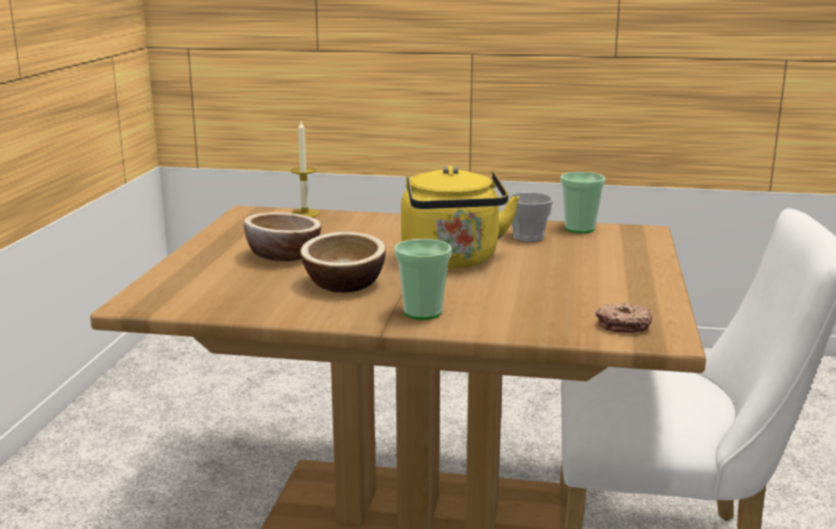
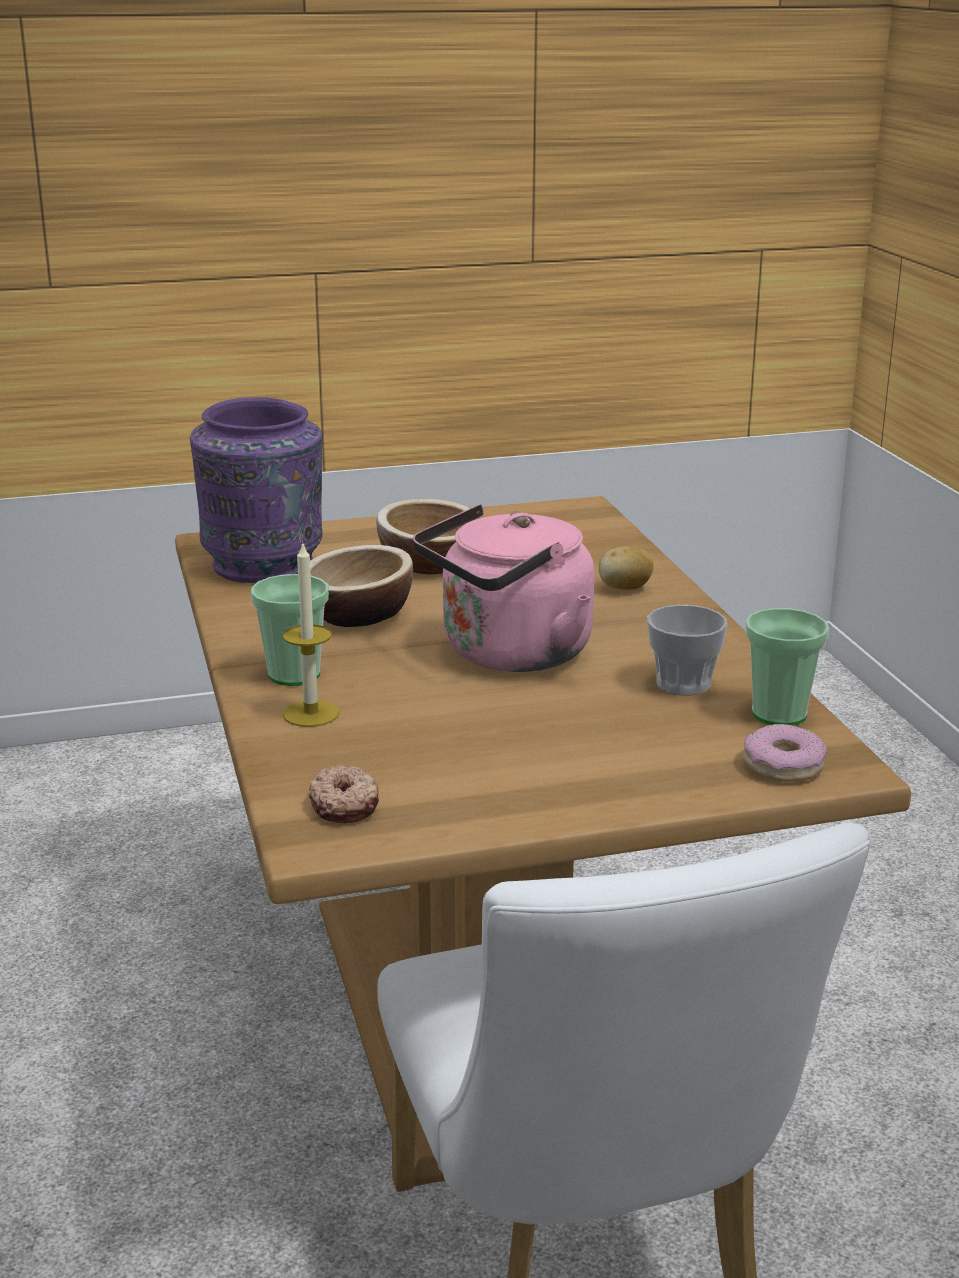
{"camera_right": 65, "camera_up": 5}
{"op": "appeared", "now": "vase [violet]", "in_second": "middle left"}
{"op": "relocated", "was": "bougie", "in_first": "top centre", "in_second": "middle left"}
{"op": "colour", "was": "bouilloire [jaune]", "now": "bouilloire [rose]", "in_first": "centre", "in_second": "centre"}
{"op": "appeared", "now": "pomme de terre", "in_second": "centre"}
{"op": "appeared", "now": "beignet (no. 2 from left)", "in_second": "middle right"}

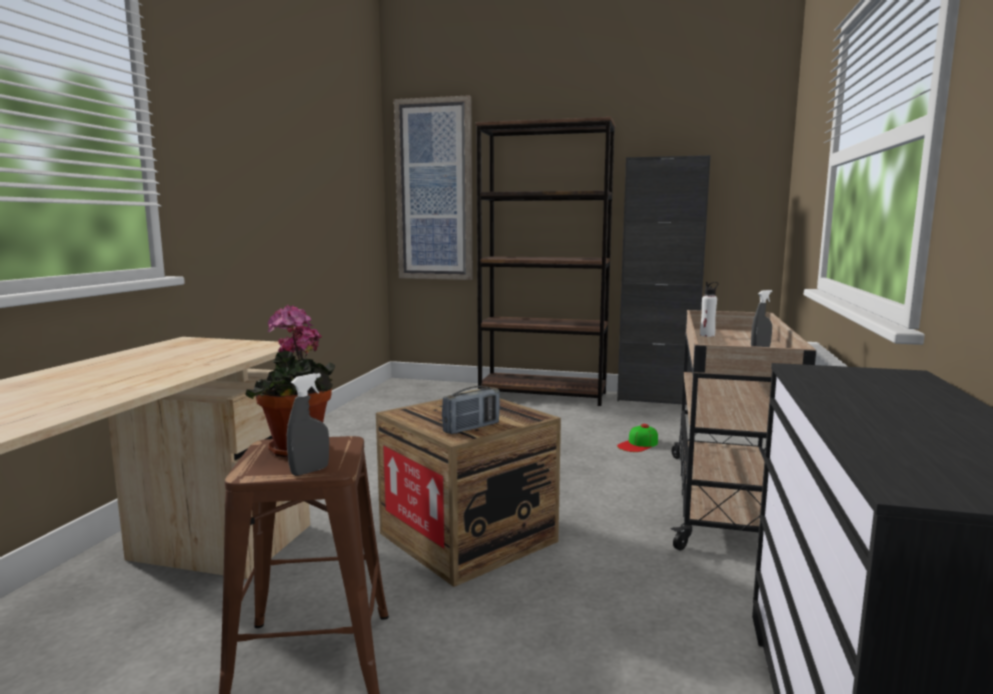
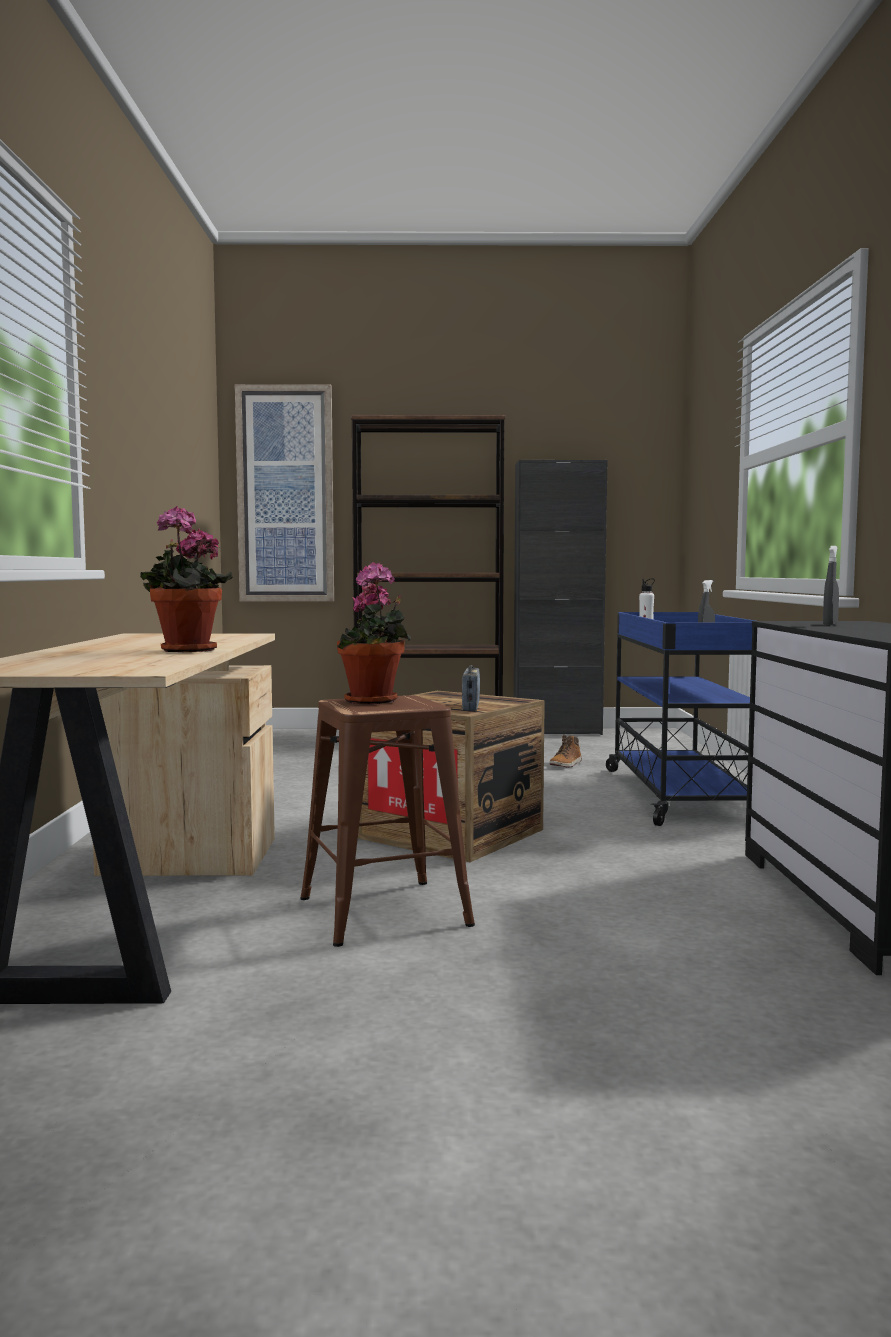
{"camera_right": -15, "camera_up": -5}
{"op": "appeared", "now": "plante en pot (no. 1 from left)", "in_second": "middle left"}
{"op": "spun", "was": "radio", "in_first": "centre", "in_second": "centre", "clockwise": 150}
{"op": "exchanged", "was": "casquette", "now": "botte", "in_first": "centre", "in_second": "centre"}
{"op": "colour", "was": "chariot [beige]", "now": "chariot [bleu]", "in_first": "middle right", "in_second": "middle right"}
{"op": "relocated", "was": "vaporisateur [gris] (no. 1 from left in the first image)", "now": "vaporisateur [gris] (no. 2 from left)", "in_first": "middle left", "in_second": "middle right"}

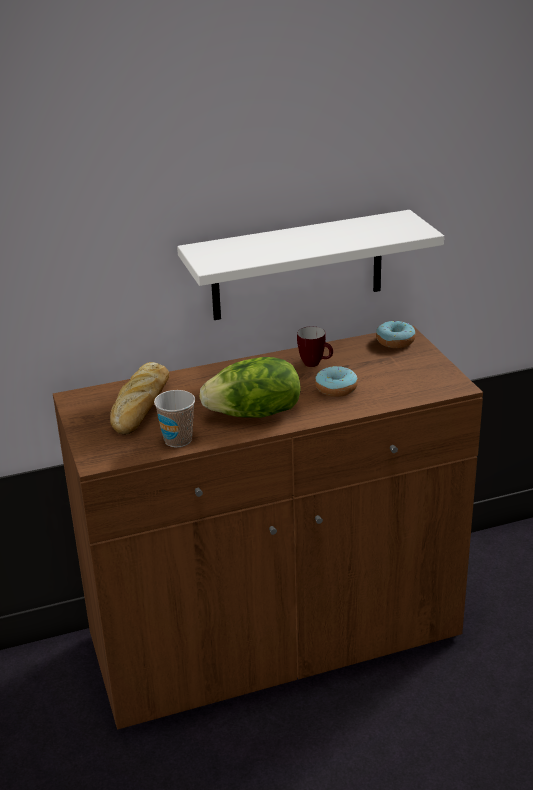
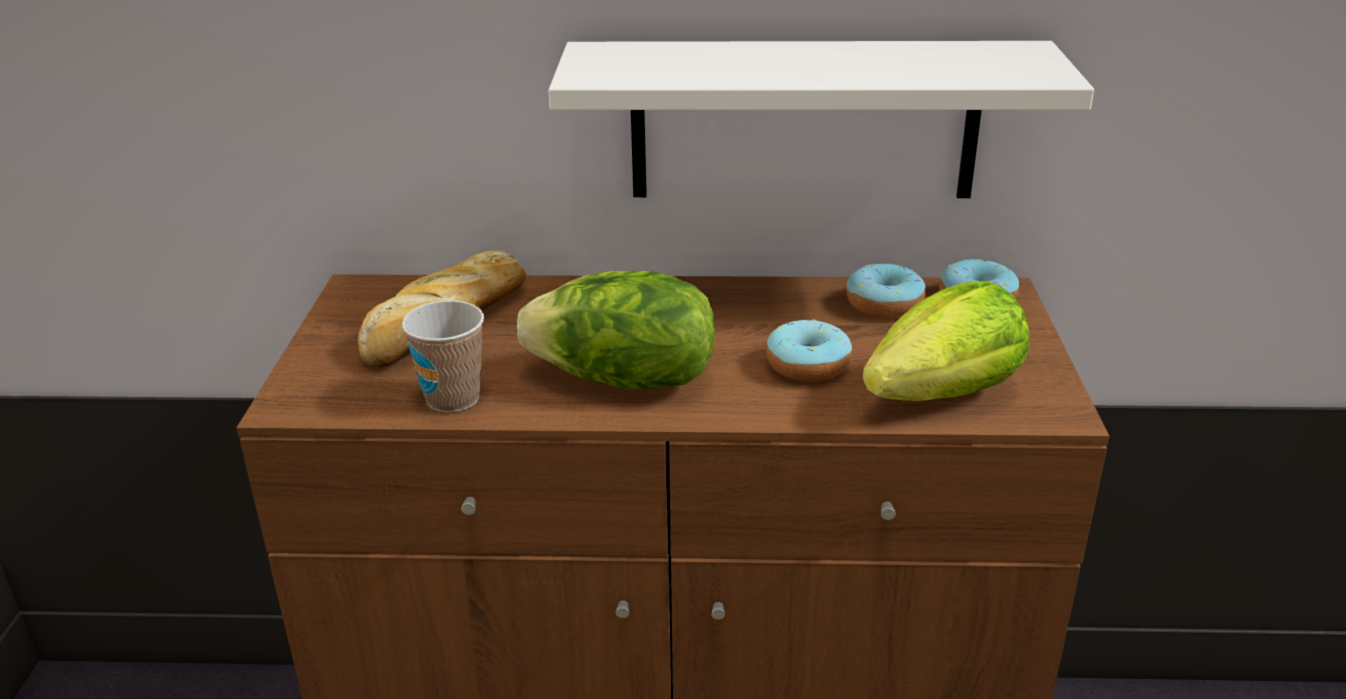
{"camera_right": 20, "camera_up": 0}
{"op": "appeared", "now": "beignet (no. 2 from left)", "in_second": "centre"}
{"op": "appeared", "now": "laitue (no. 2 from left)", "in_second": "middle right"}
{"op": "missing", "was": "mug", "in_first": "centre"}

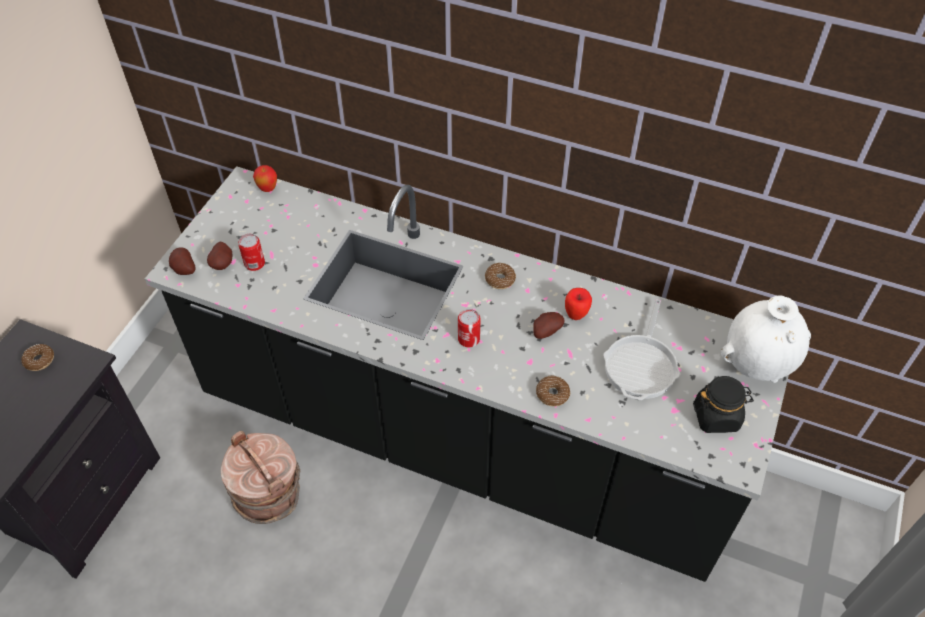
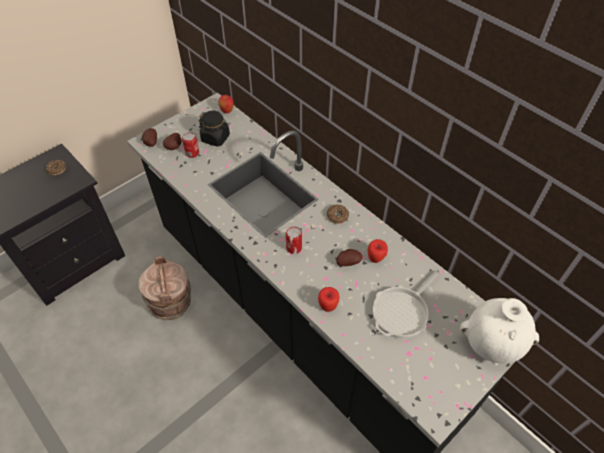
{"camera_right": 25, "camera_up": 0}
{"op": "relocated", "was": "bocal [noir]", "in_first": "middle right", "in_second": "top centre"}
{"op": "exchanged", "was": "beignet (no. 3 from left)", "now": "pomme (no. 2 from left)", "in_first": "centre", "in_second": "centre"}

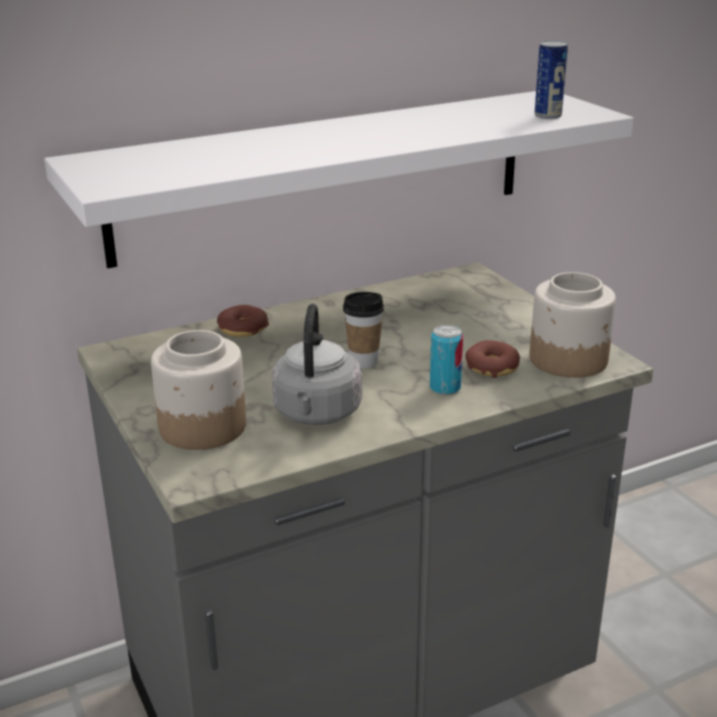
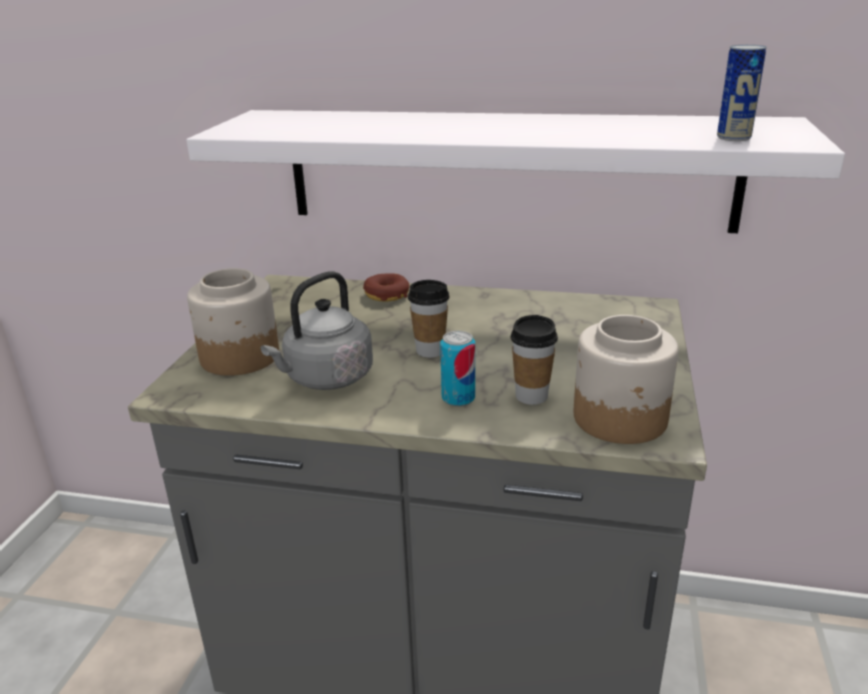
{"camera_right": 40, "camera_up": 0}
{"op": "exchanged", "was": "beignet (no. 2 from left)", "now": "tasse (no. 2 from left)", "in_first": "middle right", "in_second": "centre"}

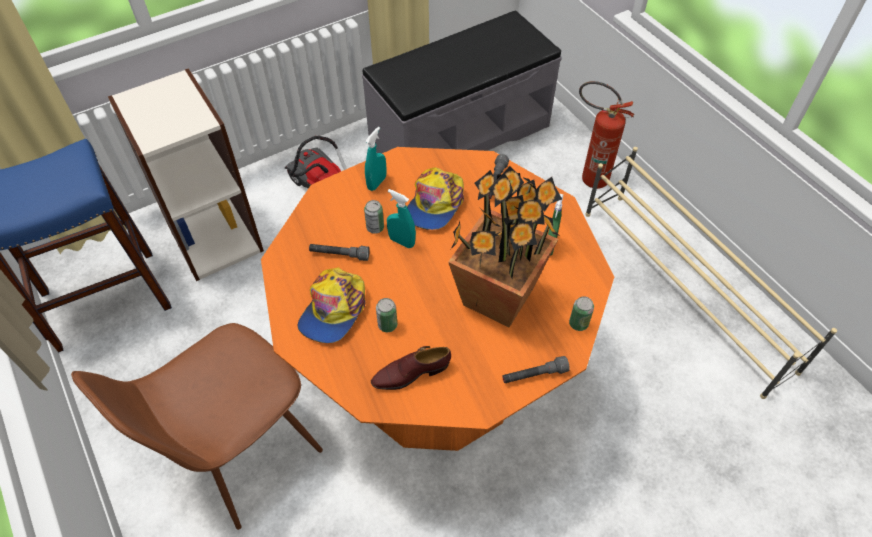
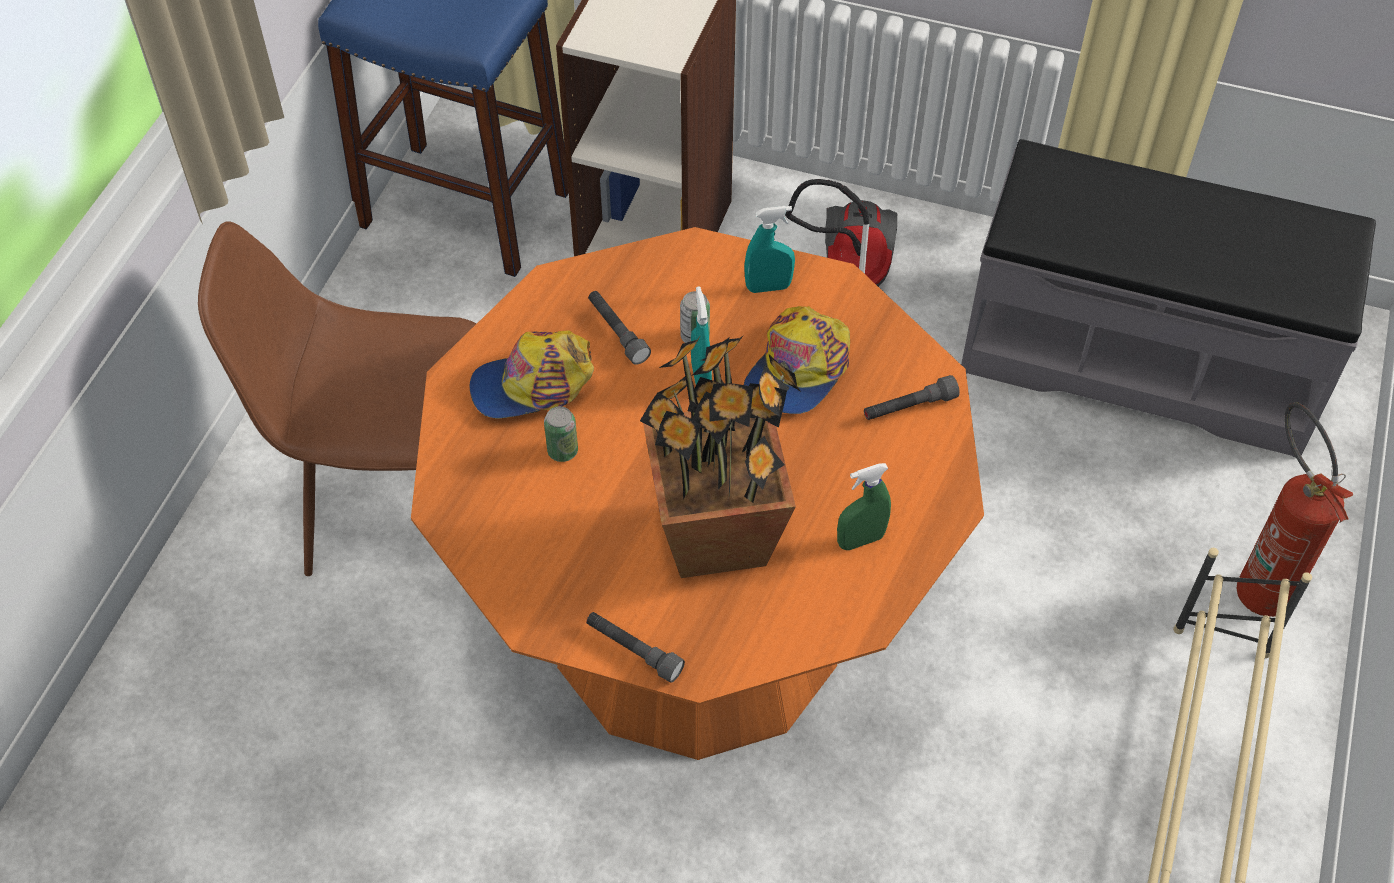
{"camera_right": 50, "camera_up": 0}
{"op": "spun", "was": "casquette (no. 2 from left)", "in_first": "centre", "in_second": "centre", "clockwise": -45}
{"op": "missing", "was": "chaussure [marron]", "in_first": "bottom centre"}
{"op": "missing", "was": "boîte métallique (no. 3 from left)", "in_first": "centre"}

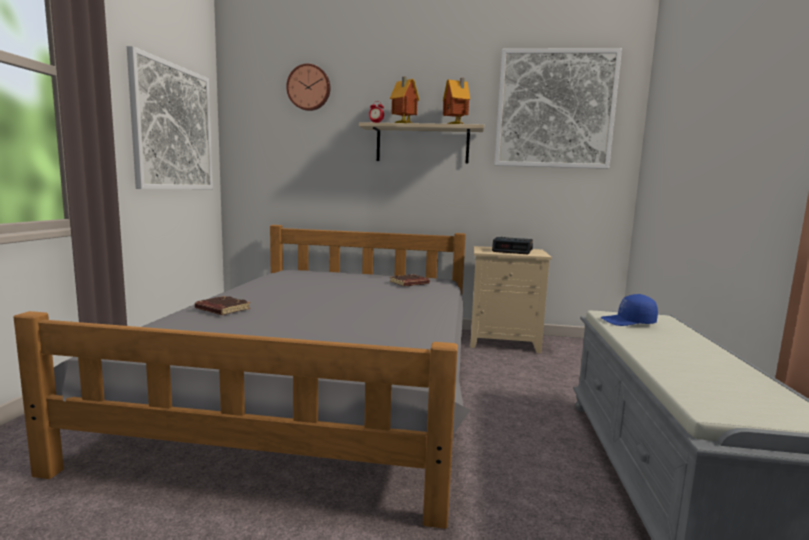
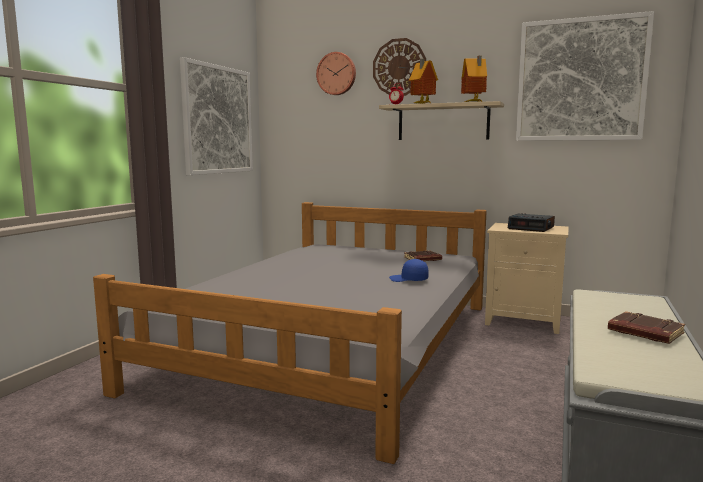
{"camera_right": 15, "camera_up": 0}
{"op": "appeared", "now": "horloge murale (no. 2 from left)", "in_second": "top centre"}
{"op": "relocated", "was": "casquette [bleu]", "in_first": "middle right", "in_second": "centre"}
{"op": "relocated", "was": "livre [marron] (no. 1 from left in the first image)", "now": "livre [marron] (no. 2 from left)", "in_first": "middle left", "in_second": "bottom right"}

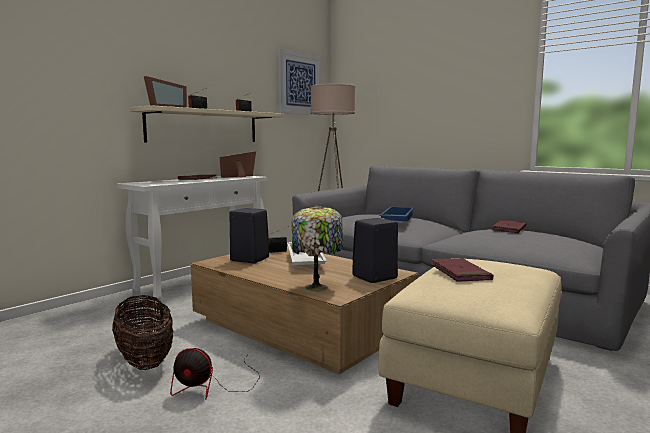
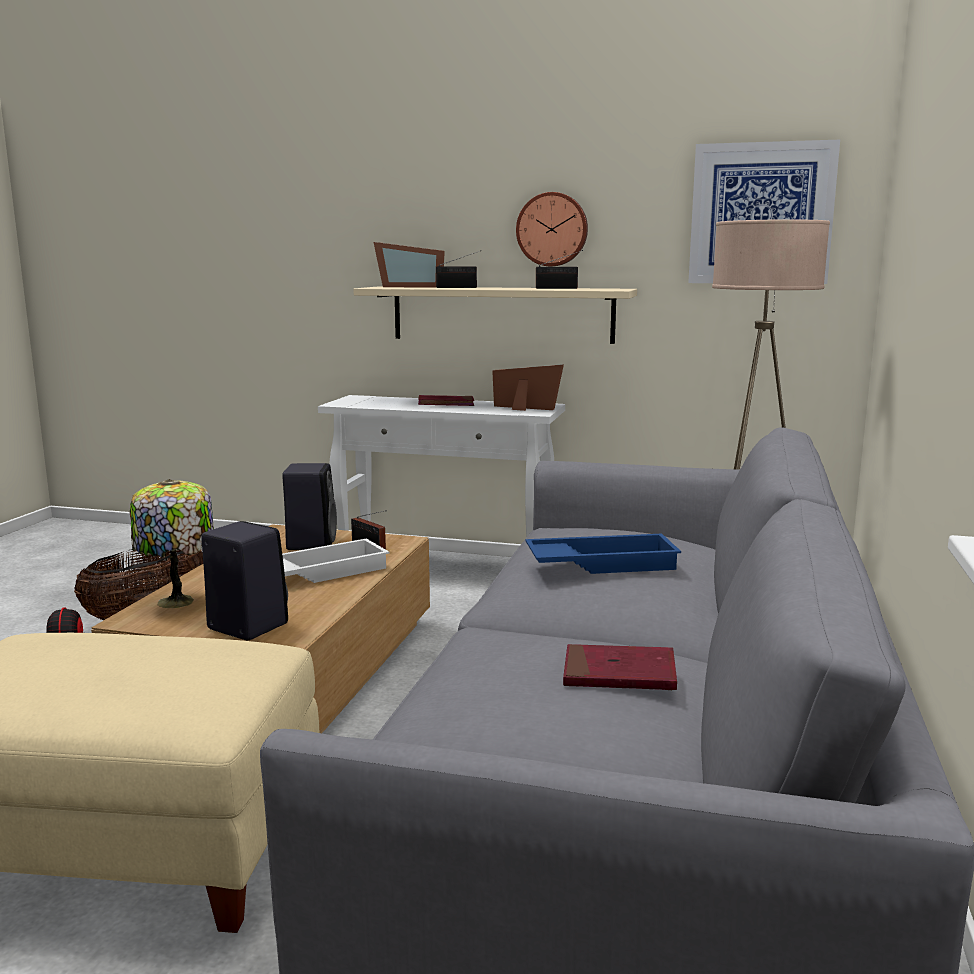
{"camera_right": 65, "camera_up": 5}
{"op": "appeared", "now": "horloge murale", "in_second": "top centre"}
{"op": "missing", "was": "livre [rouge] (no. 2 from left)", "in_first": "middle right"}

